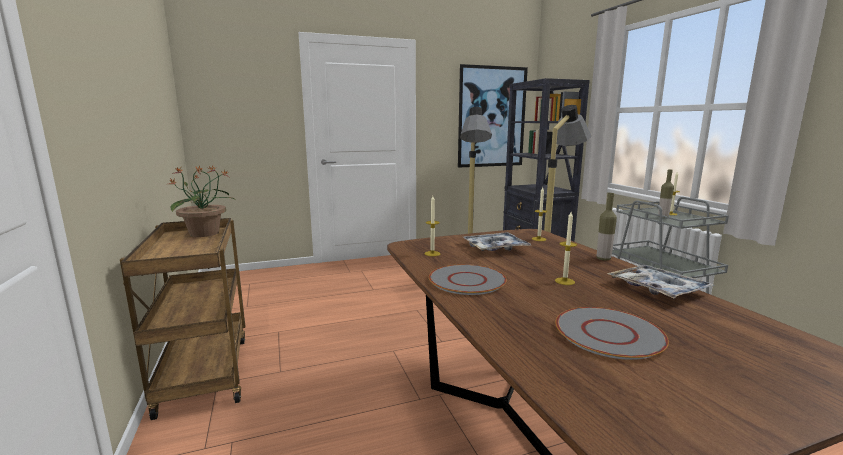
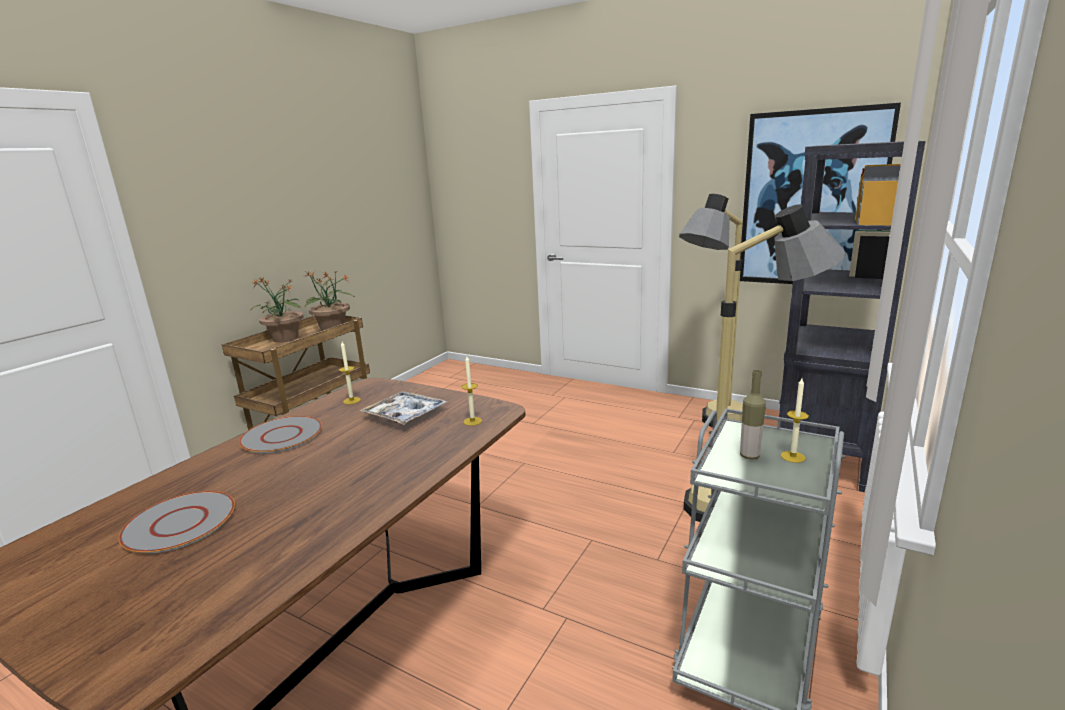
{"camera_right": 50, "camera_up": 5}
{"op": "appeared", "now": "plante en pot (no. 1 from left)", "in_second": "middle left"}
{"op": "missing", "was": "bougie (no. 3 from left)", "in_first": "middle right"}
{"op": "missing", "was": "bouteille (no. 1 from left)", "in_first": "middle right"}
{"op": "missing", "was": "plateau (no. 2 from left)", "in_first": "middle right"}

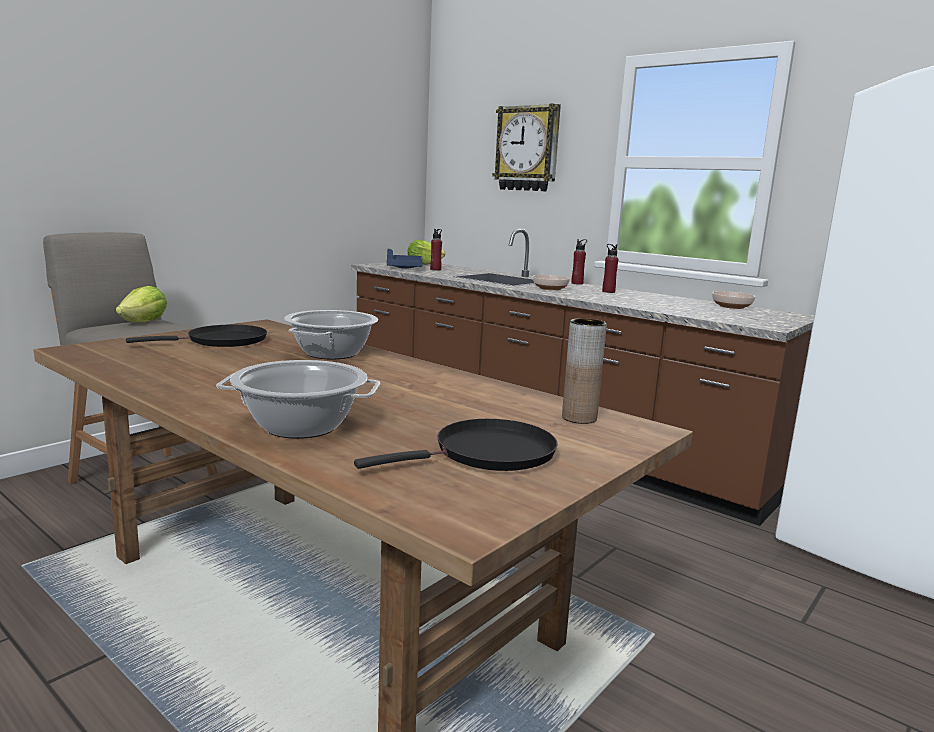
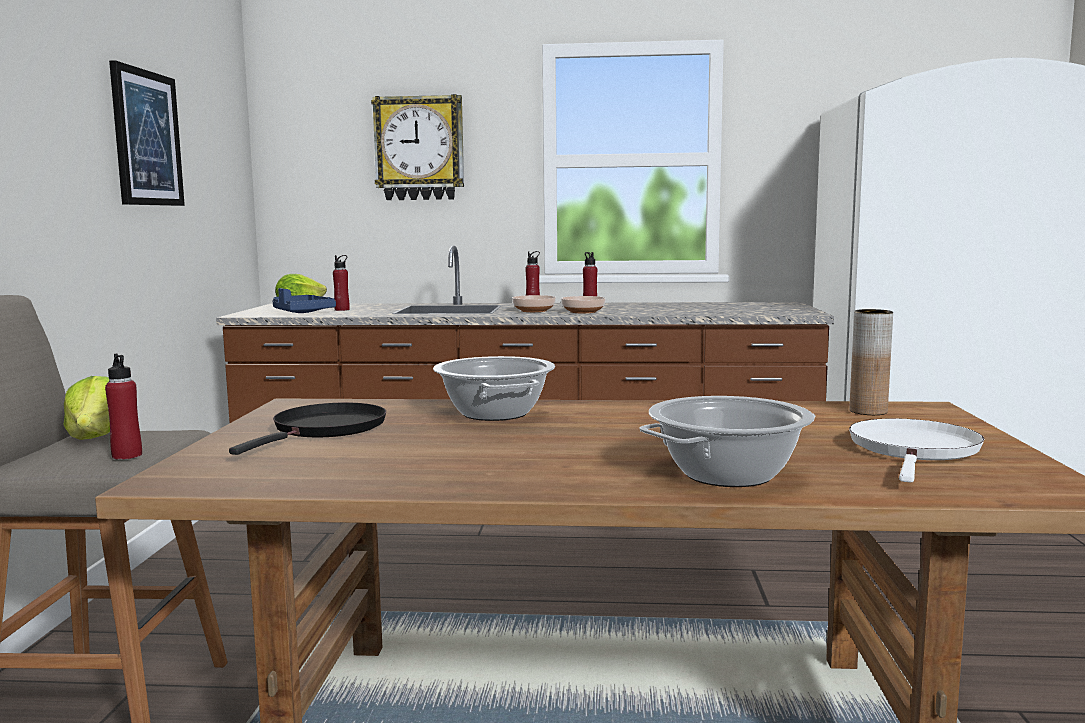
{"camera_right": -35, "camera_up": -5}
{"op": "appeared", "now": "bouteille [rouge] (no. 1 from left)", "in_second": "middle left"}
{"op": "appeared", "now": "tableau", "in_second": "top left"}
{"op": "relocated", "was": "bol (no. 2 from left)", "in_first": "middle right", "in_second": "centre"}
{"op": "colour", "was": "poêle [noir] (no. 2 from left)", "now": "poêle [blanc]", "in_first": "centre", "in_second": "middle right"}

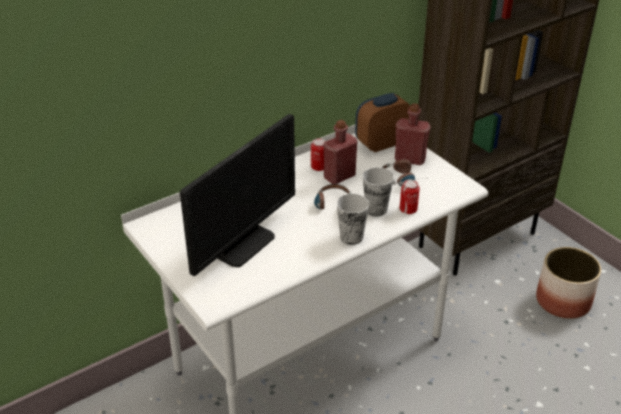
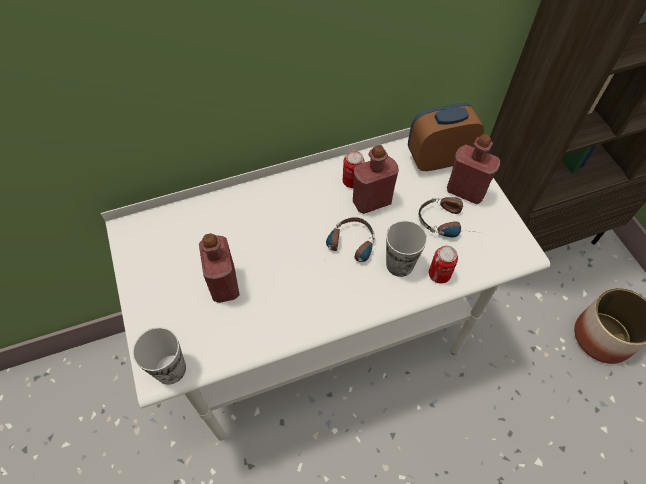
{"camera_right": 15, "camera_up": 20}
{"op": "relocated", "was": "tasse (no. 1 from left)", "in_first": "centre", "in_second": "bottom left"}
{"op": "exchanged", "was": "écran d'ordinateur", "now": "bouteille [rouge] (no. 1 from left)", "in_first": "centre", "in_second": "centre"}

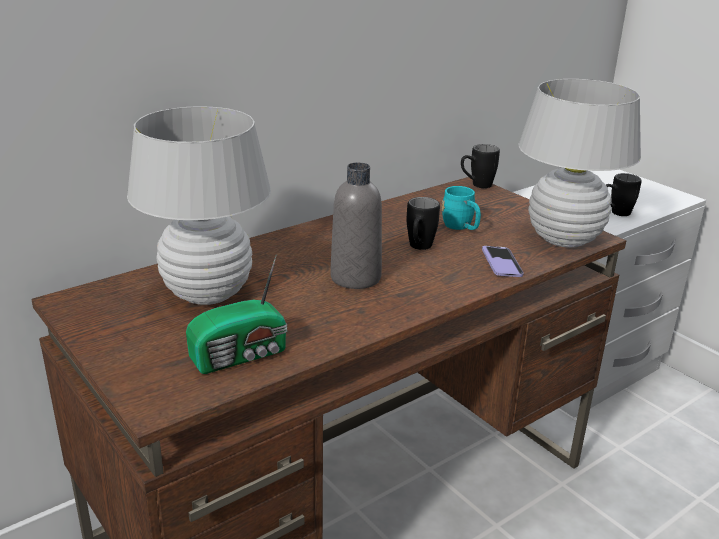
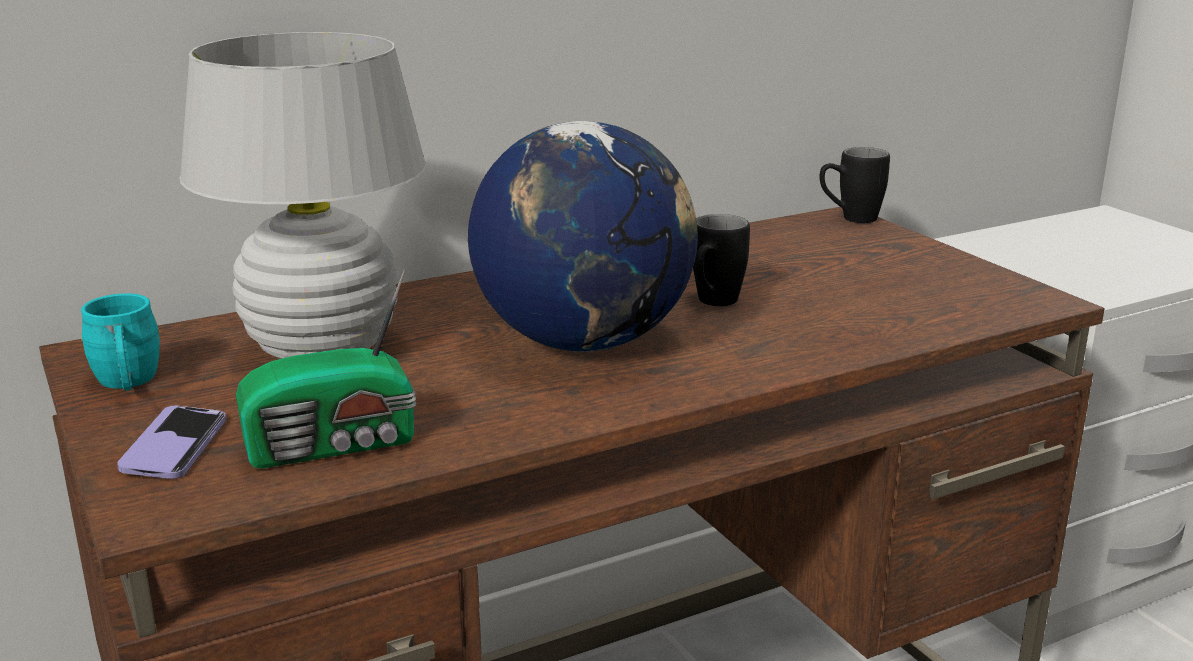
{"camera_right": 10, "camera_up": -5}
{"op": "relocated", "was": "mug [turquoise]", "in_first": "centre", "in_second": "middle left"}
{"op": "relocated", "was": "téléphone", "in_first": "middle right", "in_second": "bottom left"}
{"op": "exchanged", "was": "bouteille [gris]", "now": "globe", "in_first": "centre", "in_second": "centre"}
{"op": "missing", "was": "lampe de table [blanc] (no. 2 from left)", "in_first": "top right"}
{"op": "missing", "was": "mug [noir] (no. 3 from left)", "in_first": "middle right"}

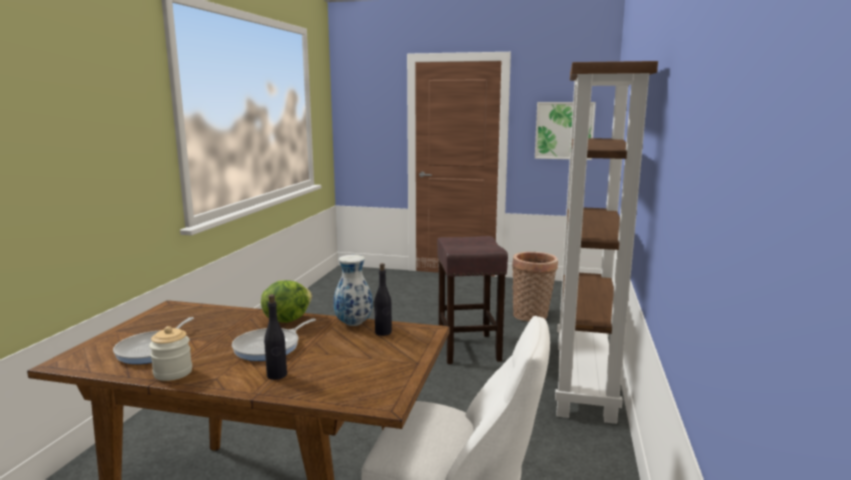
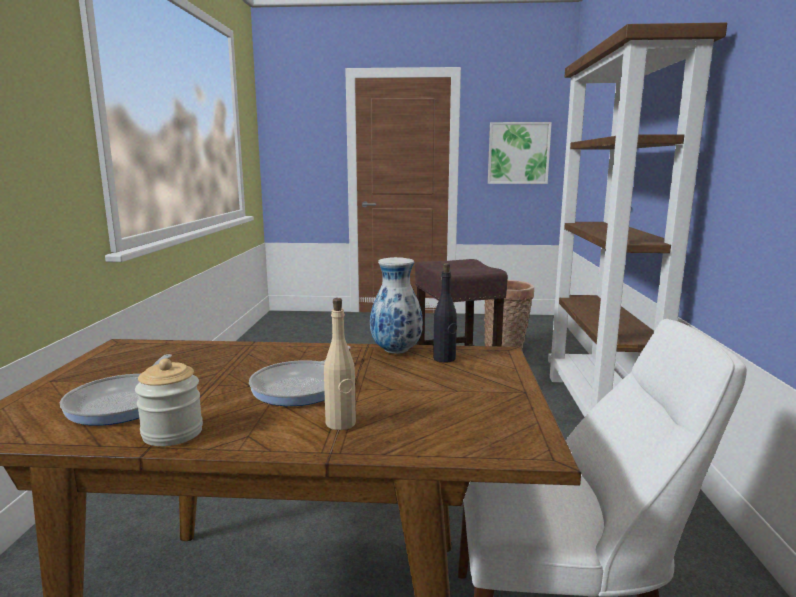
{"camera_right": -10, "camera_up": 0}
{"op": "colour", "was": "bouteille [noir] (no. 1 from left)", "now": "bouteille [beige]", "in_first": "bottom left", "in_second": "centre"}
{"op": "missing", "was": "laitue", "in_first": "centre"}

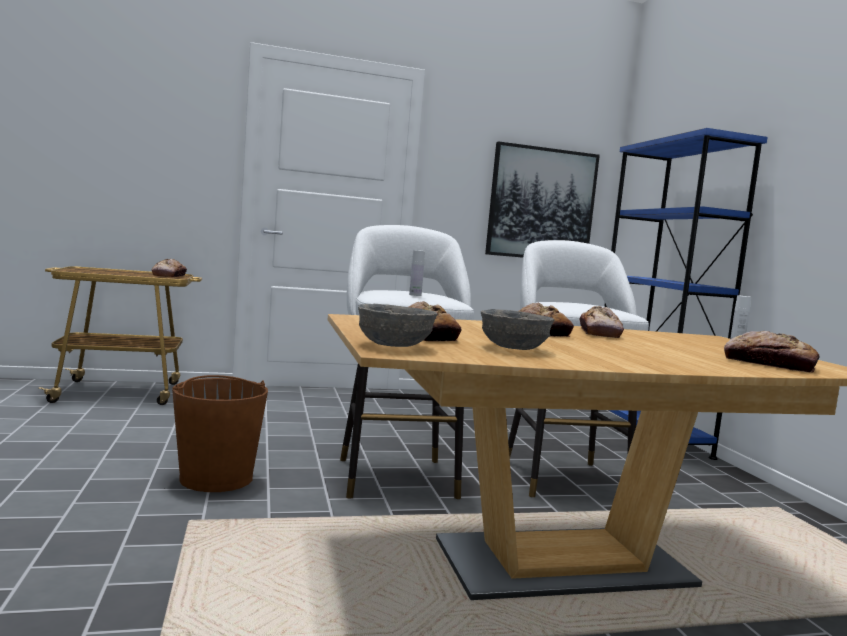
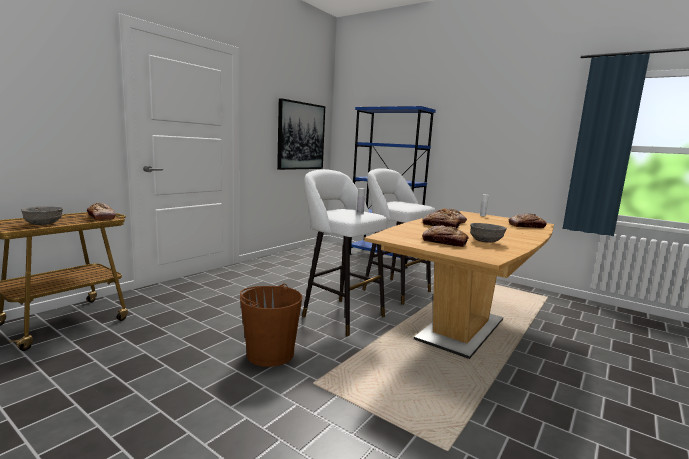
{"camera_right": -40, "camera_up": 5}
{"op": "relocated", "was": "bol [gris] (no. 1 from left)", "in_first": "centre", "in_second": "middle left"}

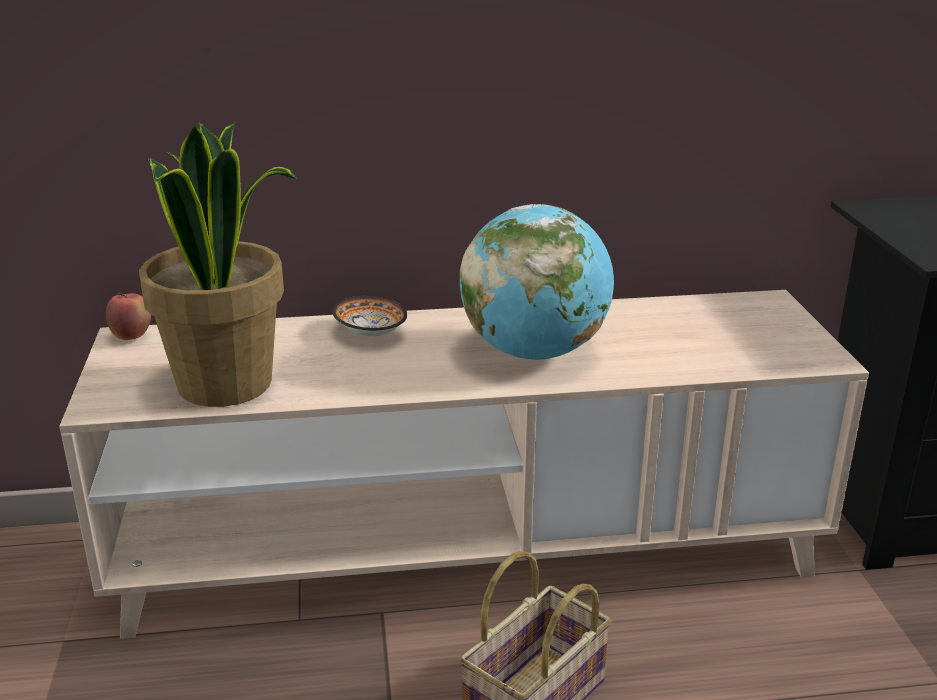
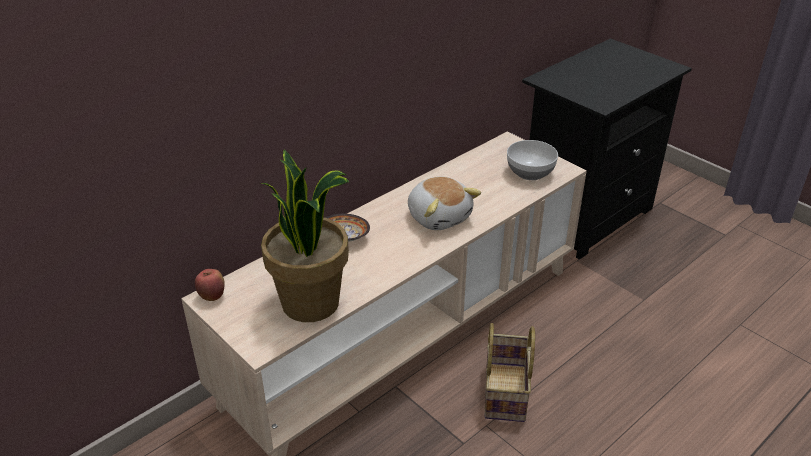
{"camera_right": -35, "camera_up": 10}
{"op": "exchanged", "was": "globe", "now": "peluche", "in_first": "centre", "in_second": "centre"}
{"op": "appeared", "now": "bol (no. 2 from left)", "in_second": "centre"}

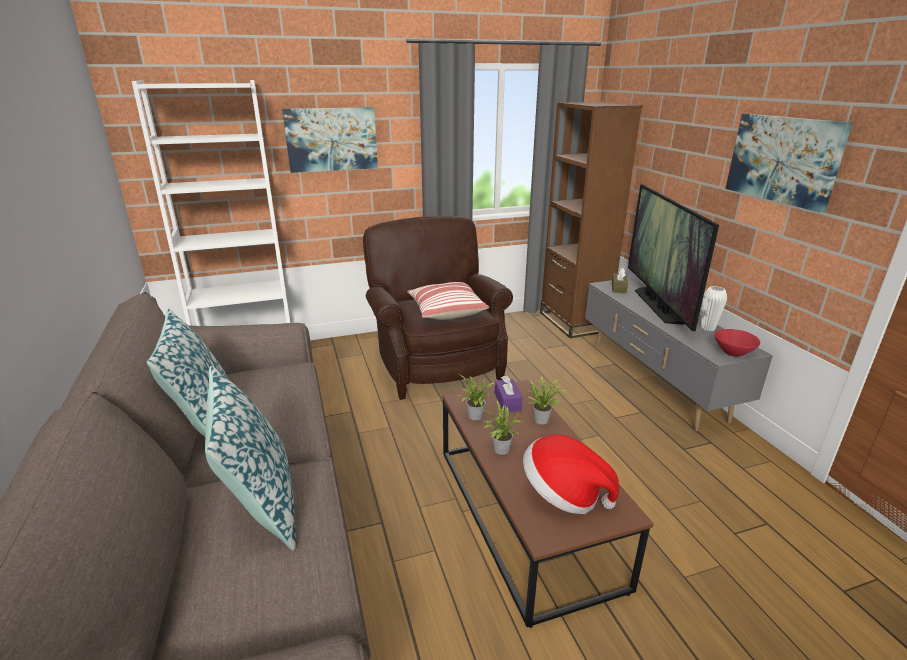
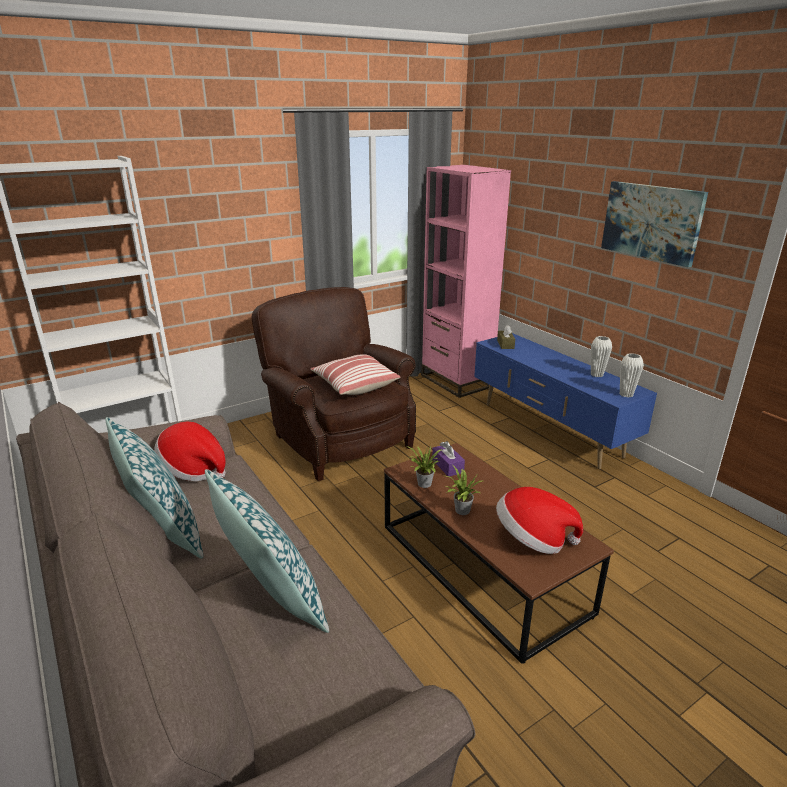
{"camera_right": -15, "camera_up": 0}
{"op": "appeared", "now": "chapeau (no. 1 from left)", "in_second": "middle left"}
{"op": "colour", "was": "bibliothèque [marron]", "now": "bibliothèque [rose]", "in_first": "centre", "in_second": "centre"}
{"op": "colour", "was": "meuble télé [gris]", "now": "meuble télé [bleu]", "in_first": "middle right", "in_second": "middle right"}
{"op": "exchanged", "was": "bol [rouge]", "now": "vase [blanc] (no. 2 from left)", "in_first": "middle right", "in_second": "middle right"}
{"op": "missing", "was": "tableau (no. 1 from left)", "in_first": "top centre"}
{"op": "missing", "was": "plante en pot (no. 3 from left)", "in_first": "centre"}
{"op": "missing", "was": "téléviseur", "in_first": "middle right"}

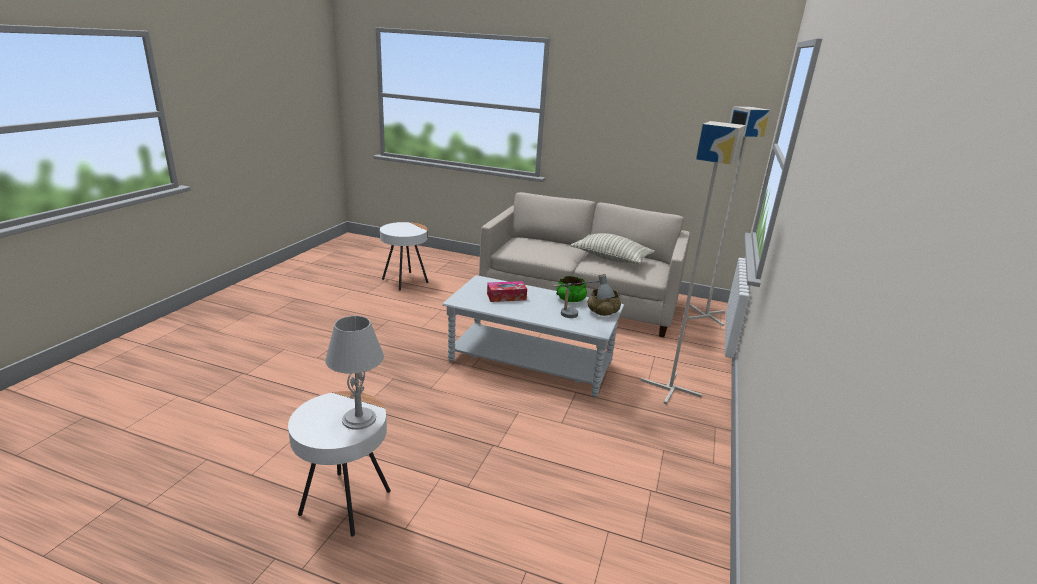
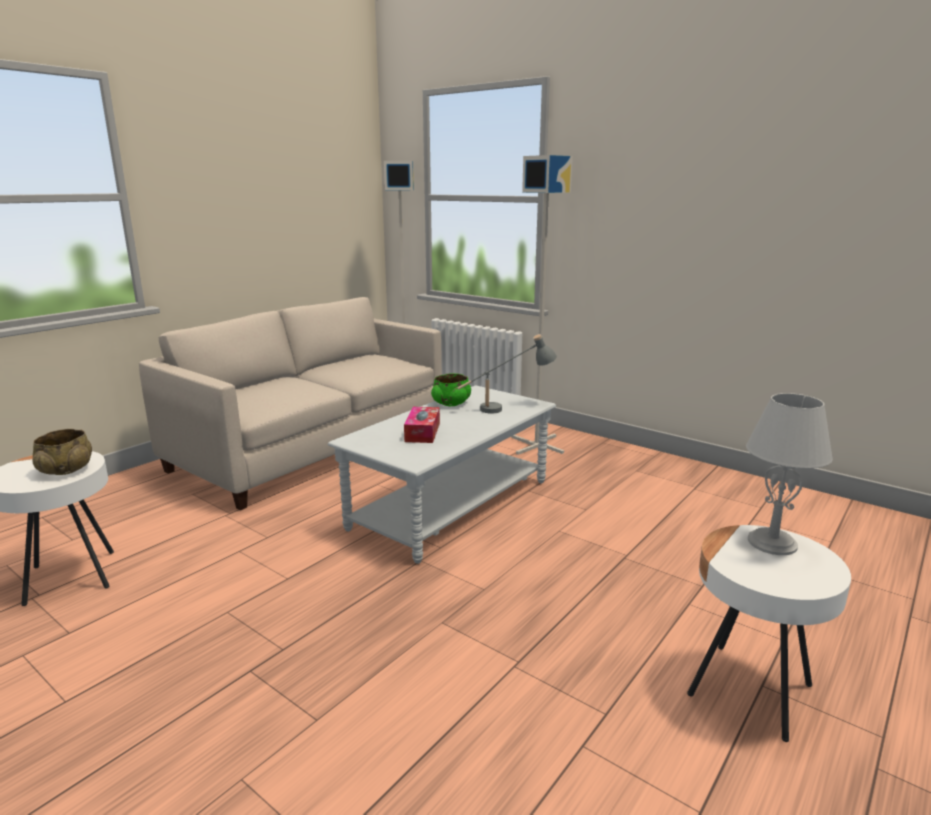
{"camera_right": -70, "camera_up": -5}
{"op": "relocated", "was": "bol [beige]", "in_first": "centre", "in_second": "middle left"}
{"op": "missing", "was": "coussin", "in_first": "centre"}

